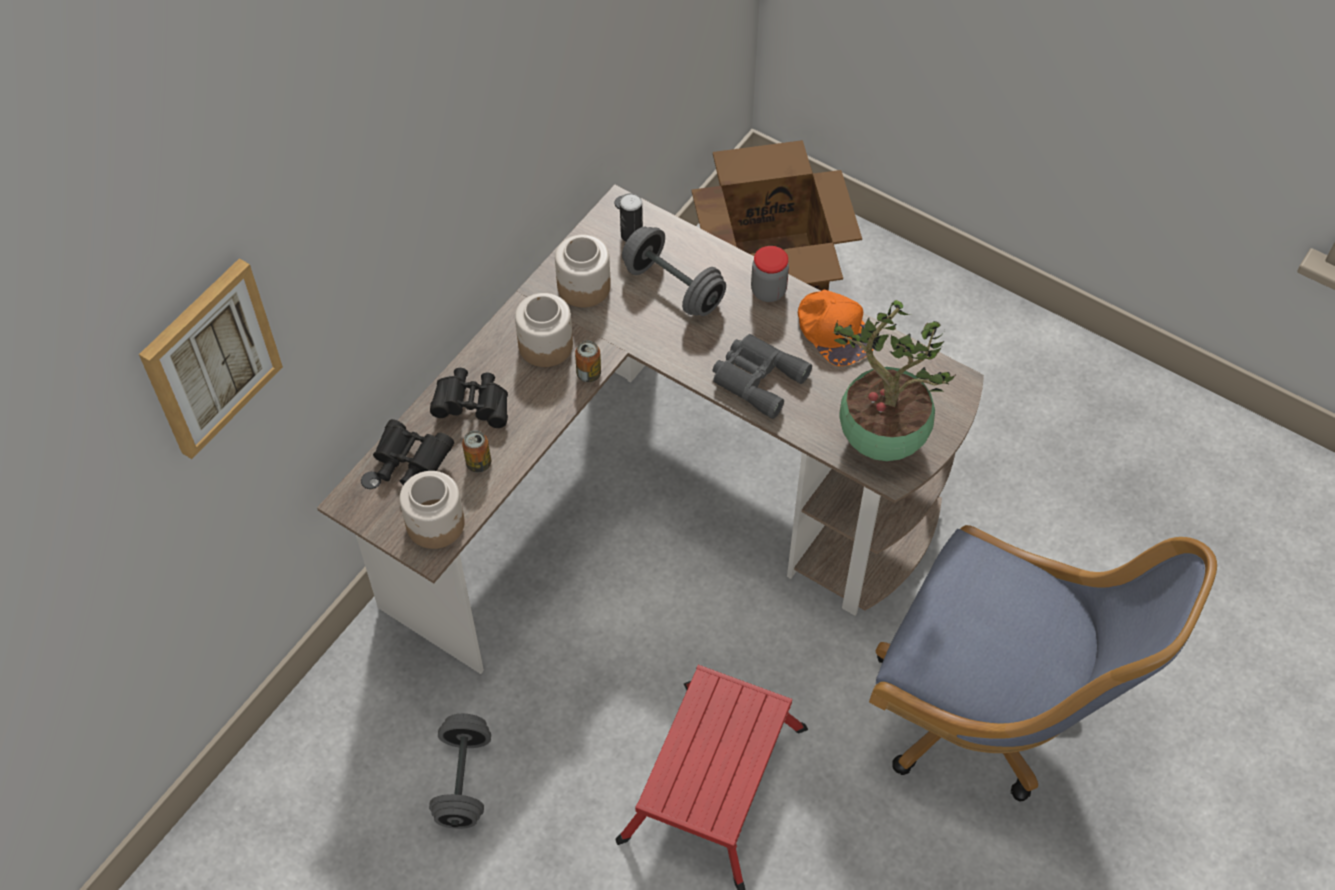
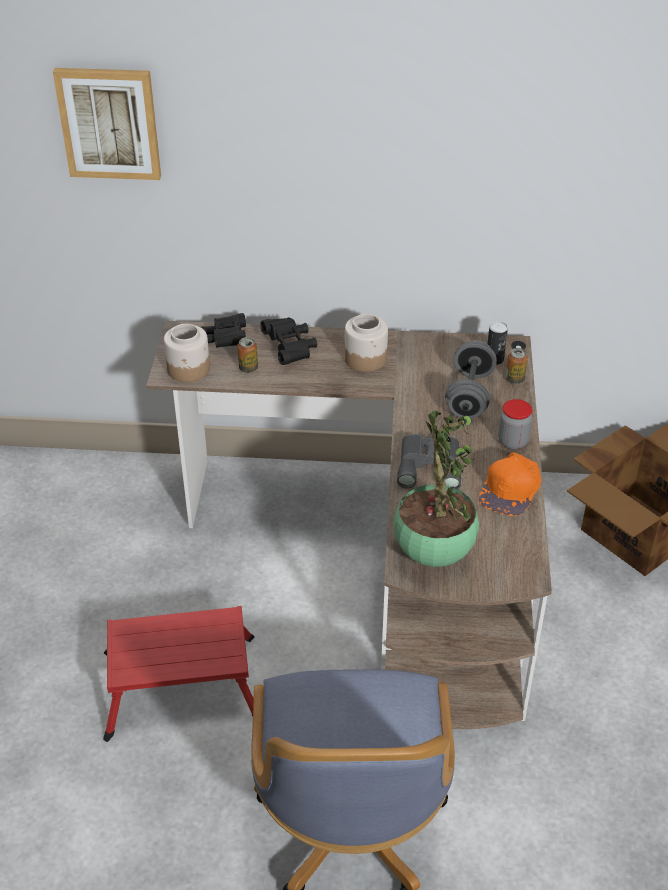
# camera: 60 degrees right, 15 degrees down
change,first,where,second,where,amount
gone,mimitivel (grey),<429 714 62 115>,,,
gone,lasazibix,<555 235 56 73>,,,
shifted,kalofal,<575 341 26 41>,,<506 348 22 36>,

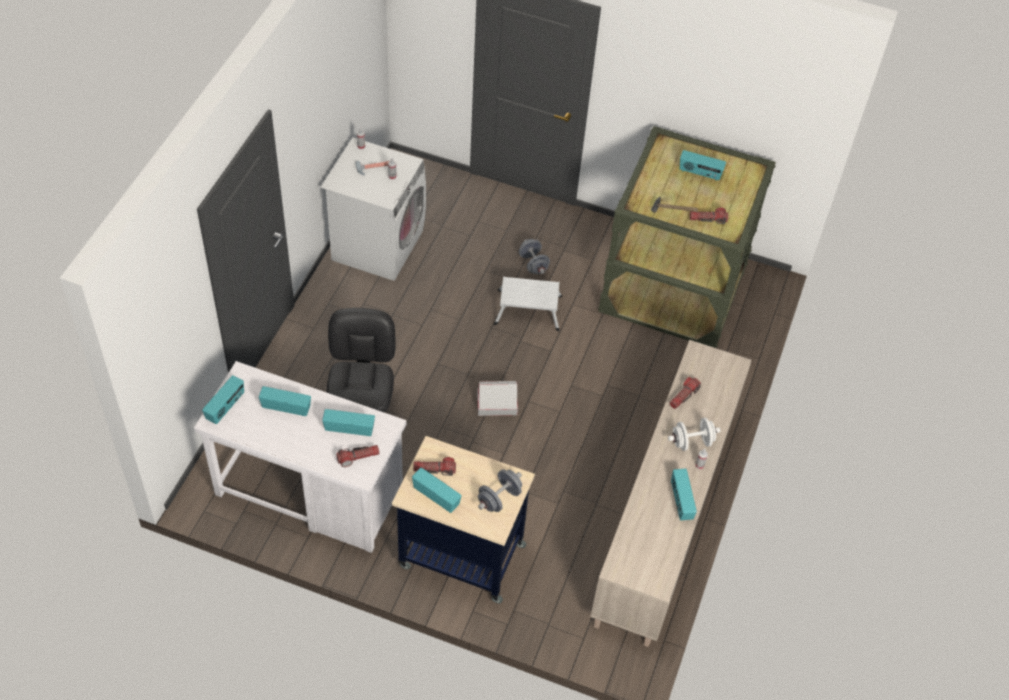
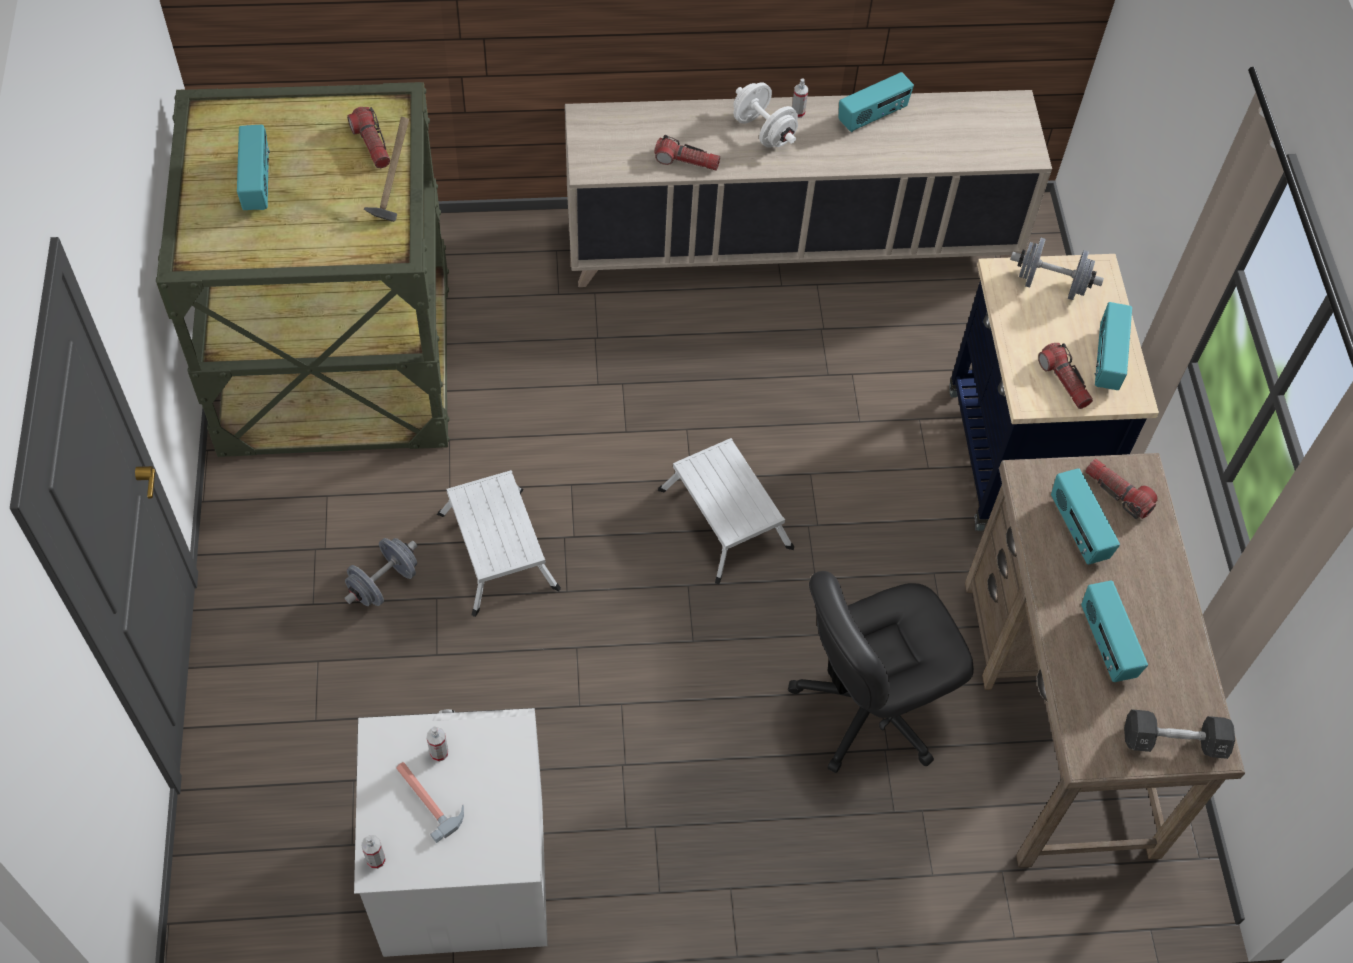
# camera: 115 degrees left, 5 degrees up
change,first,where,second,where,amount
repainted,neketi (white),<194 361 212 192>,neketi (brown),<965 453 280 415>,
swapped,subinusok,<202 375 42 49>,mimitivel (black),<1124 709 111 50>,
swapped,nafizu,<477 381 41 35>,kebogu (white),<658 438 136 146>,

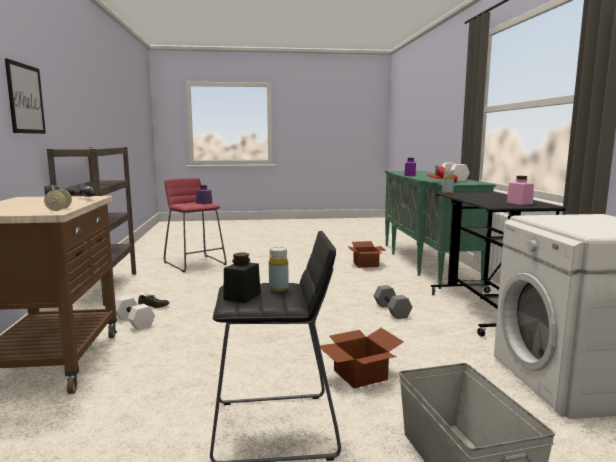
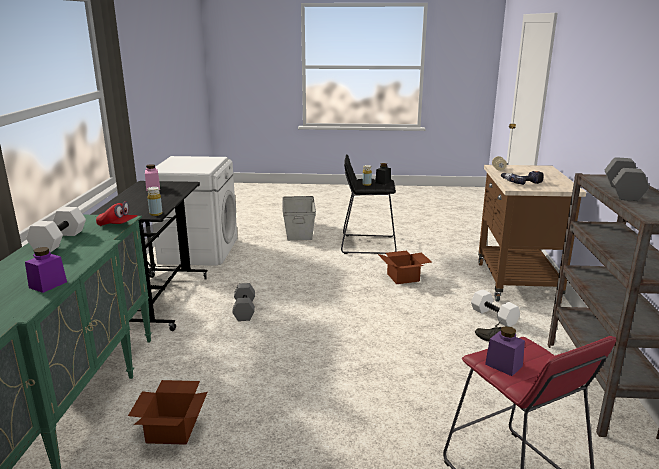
# camera: 170 degrees left, 10 degrees up
change,first,where,second,where,amount
gone,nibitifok,<5 58 41 76>,,,
shifted,nafizu,<320 328 84 60>,,<378 251 54 33>,
new,,,mimitivel (grey),<605 157 44 44>,

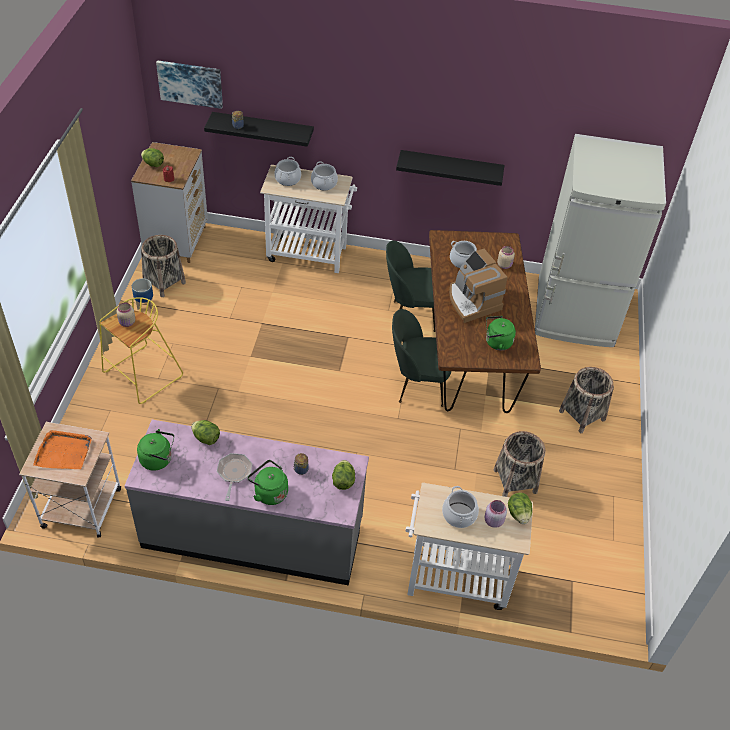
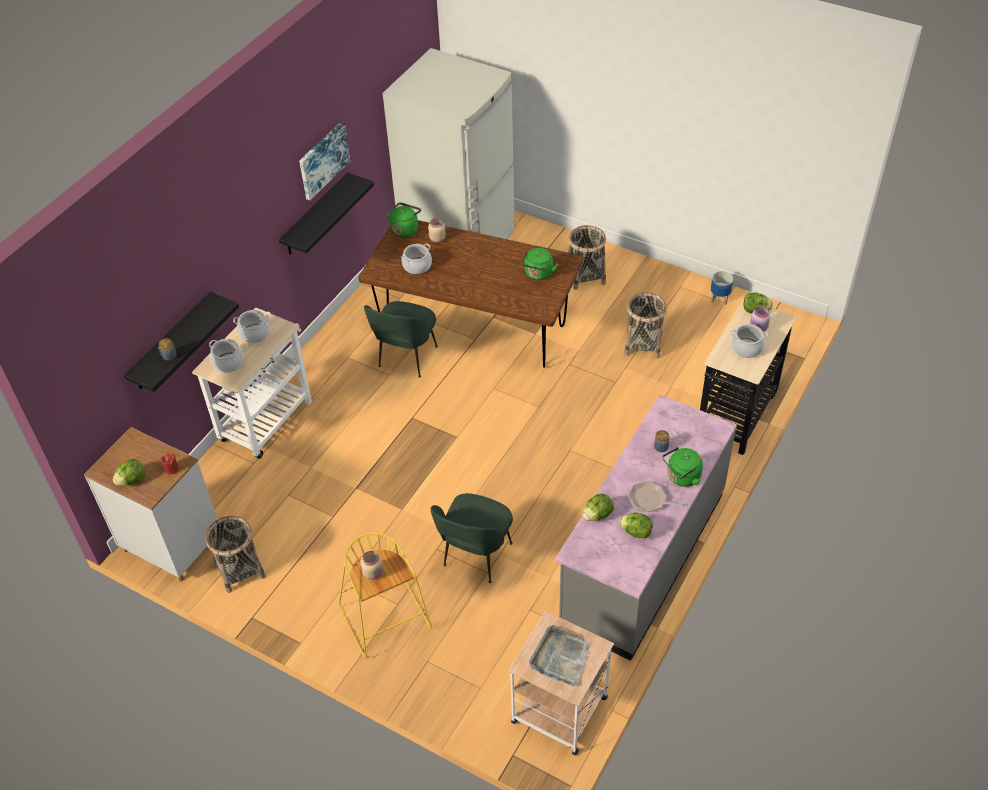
# camera: 65 degrees left, 0 degrees up
change,first,where,second,where,amount
repainted,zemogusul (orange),<33 430 59 39>,zemogusul (grey),<529 625 62 62>,
shifted,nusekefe,<132 279 21 31>,,<711 271 22 34>,
shifted,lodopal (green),<137 429 37 42>,,<386 202 35 35>,
shifted,nibitifok,<156 60 67 49>,,<299 121 52 79>,
shifted,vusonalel,<332 460 23 30>,,<619 513 34 26>,
shifted,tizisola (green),<392 309 59 98>,,<431 493 82 90>,
repainted,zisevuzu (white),<406 483 127 127>,zisevuzu (black),<700 299 97 156>,
gone,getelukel,<449 249 59 74>,,,

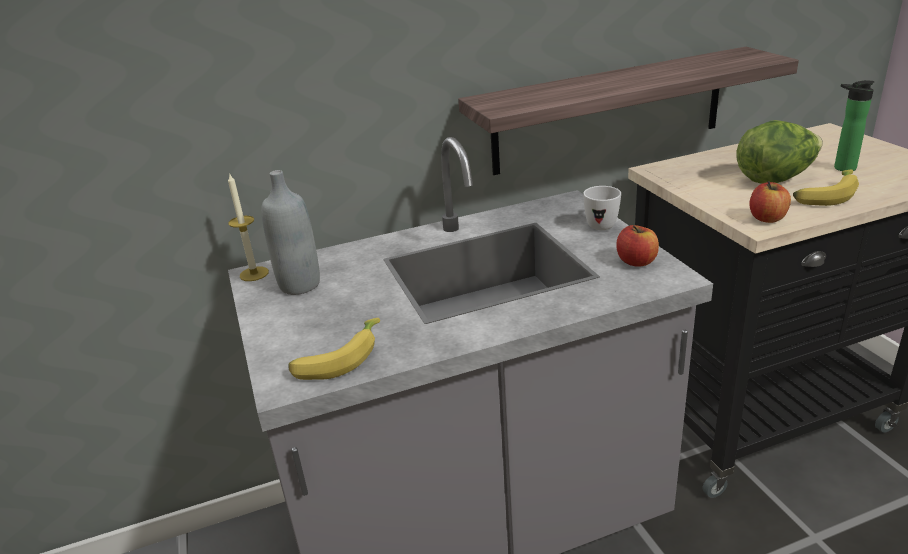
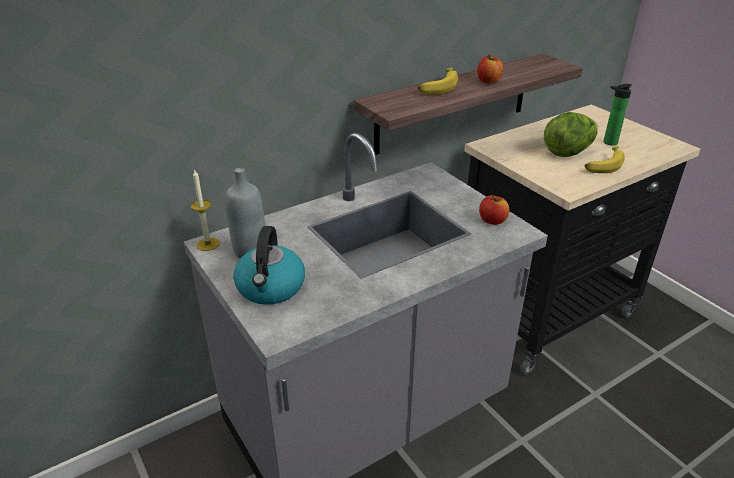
# camera: 15 degrees left, 5 degrees up
change,first,where,second,where,amount
shifted,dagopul,<288 318 92 62>,,<417 68 41 27>,
gone,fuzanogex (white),<583 186 38 44>,,,
shifted,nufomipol,<749 181 42 42>,,<477 55 26 29>,
new,,,lodopal,<233 226 72 79>,

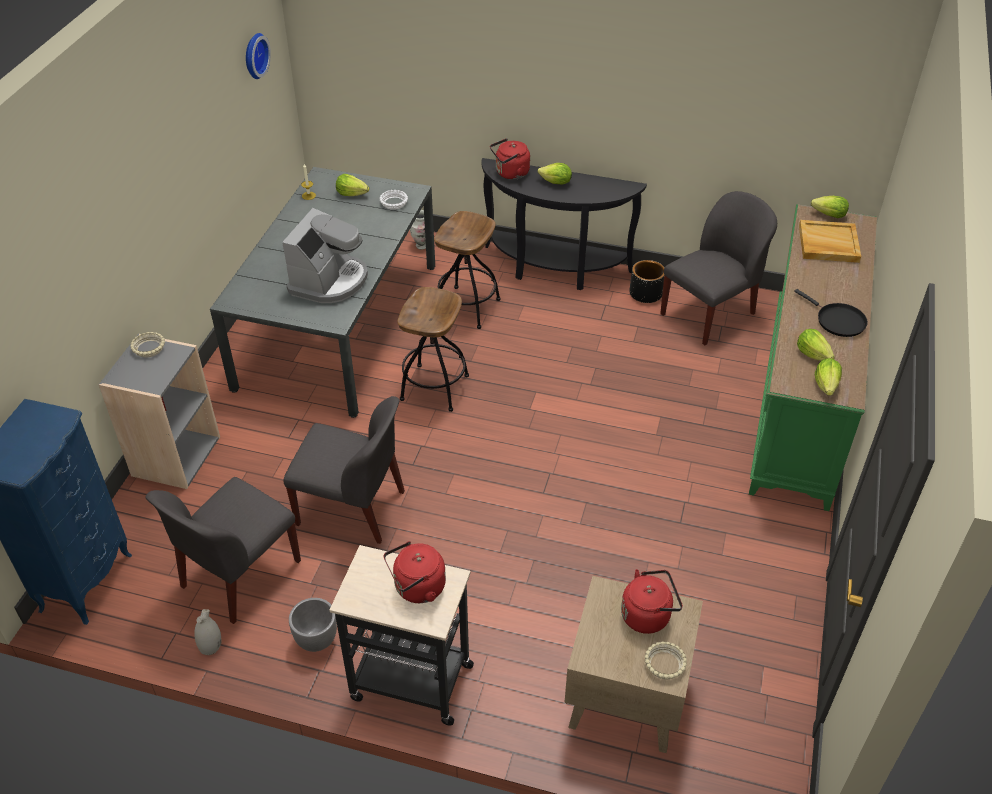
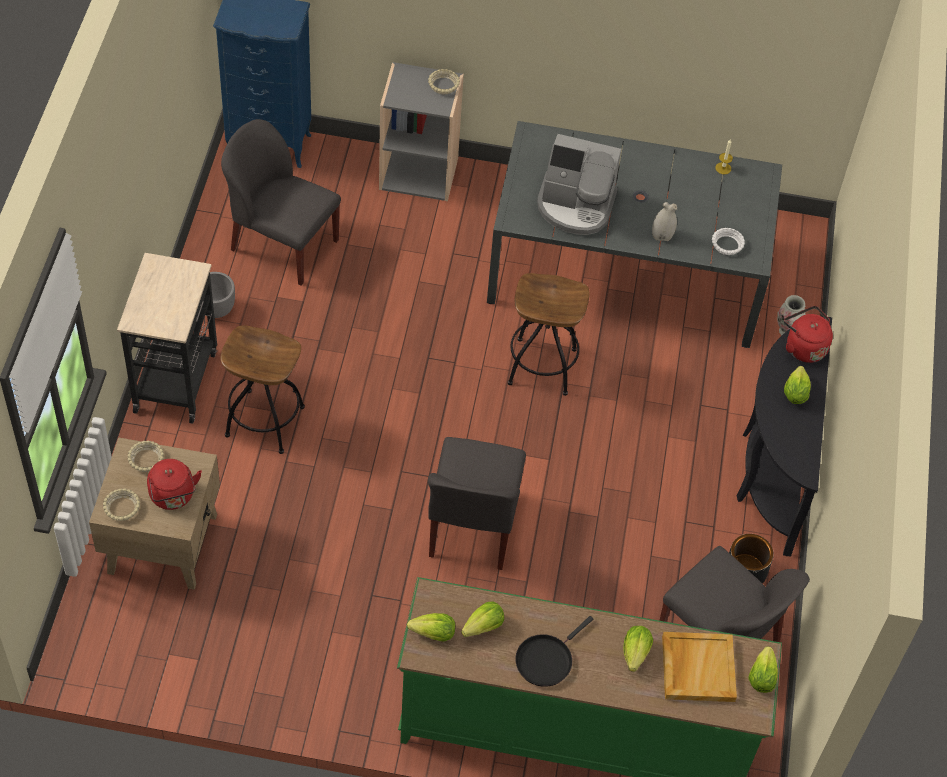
# camera: 80 degrees right, 10 degrees up
change,first,where,second,where,amount
shifted,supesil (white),<194 609 27 46>,,<652 202 26 39>,
gone,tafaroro,<246 33 25 46>,,,
shifted,tizisola (grey),<284 396 121 148>,,<428 437 98 133>,
shifted,vusonalel,<336 174 33 22>,,<623 626 30 46>,
gone,lodopal (red),<384 541 62 62>,,,
shifted,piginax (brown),<434 211 67 118>,,<221 325 84 129>,
new,,,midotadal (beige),<127 441 37 31>,

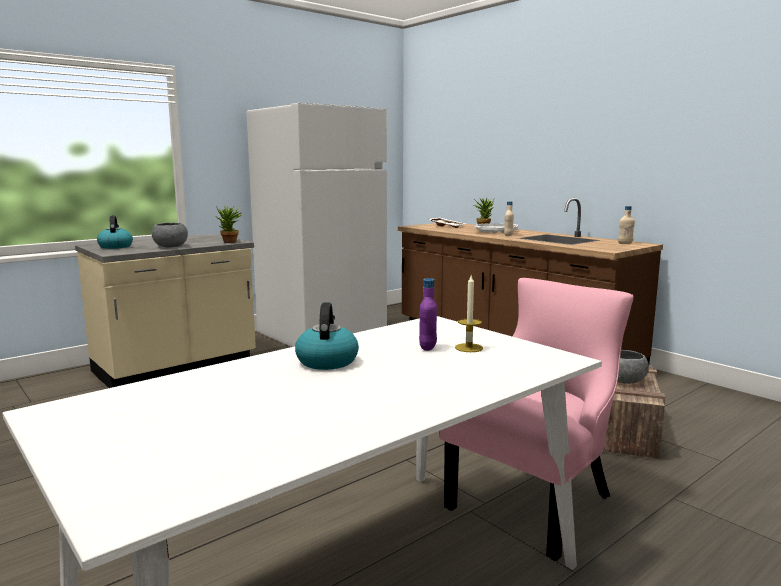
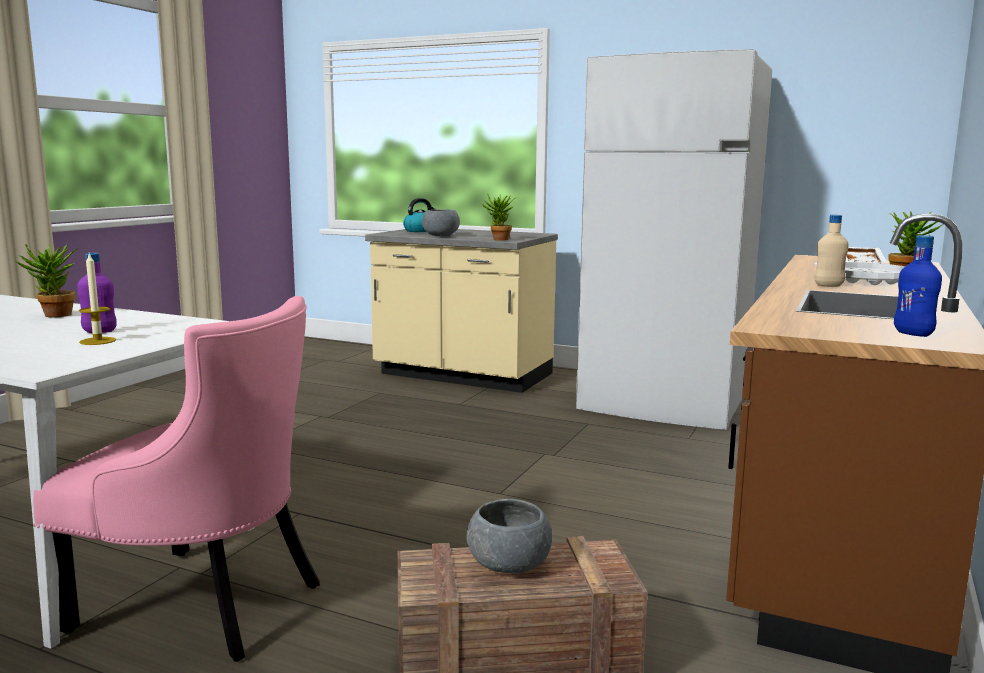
# camera: 65 degrees right, 0 degrees up
change,first,where,second,where,amount
swapped,lodopal,<295 302 64 68>,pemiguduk,<15 244 62 74>,
repainted,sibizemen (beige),<618 206 17 38>,sibizemen (blue),<894 235 48 102>,

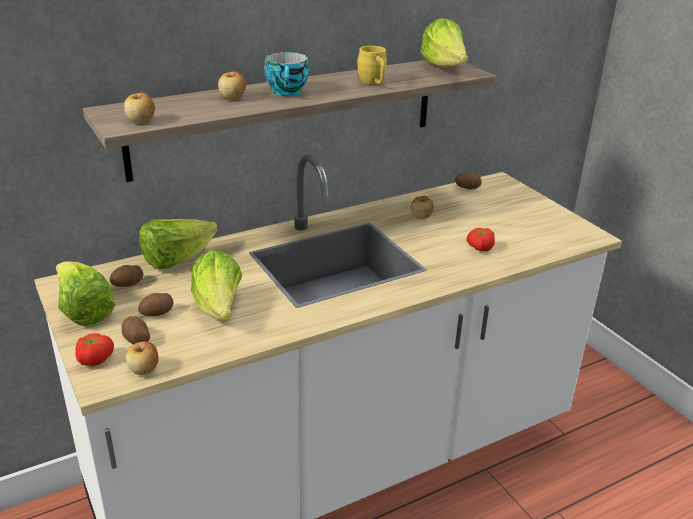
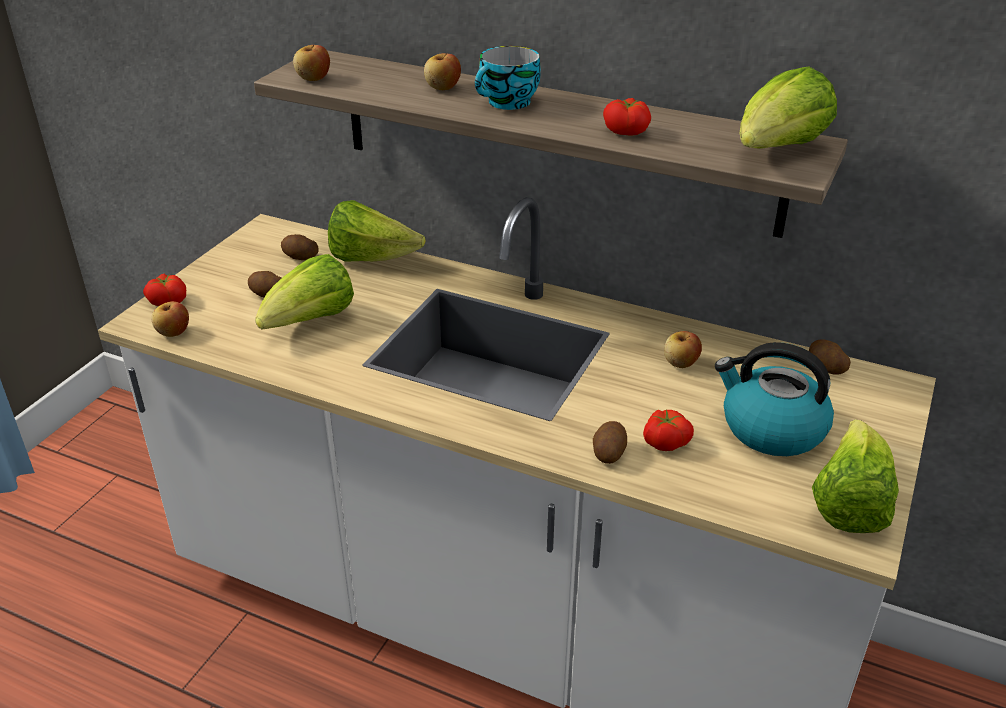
# camera: 55 degrees right, 5 degrees up
change,first,where,second,where,amount
shifted,vusonalel,<56 261 59 65>,,<812 419 87 114>,
shifted,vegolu,<122 316 28 28>,,<593 421 34 43>,
swapped,fuzanogex (yellow),<357 46 30 38>,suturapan,<603 98 48 38>,
new,,,lodopal,<715 342 119 114>,

